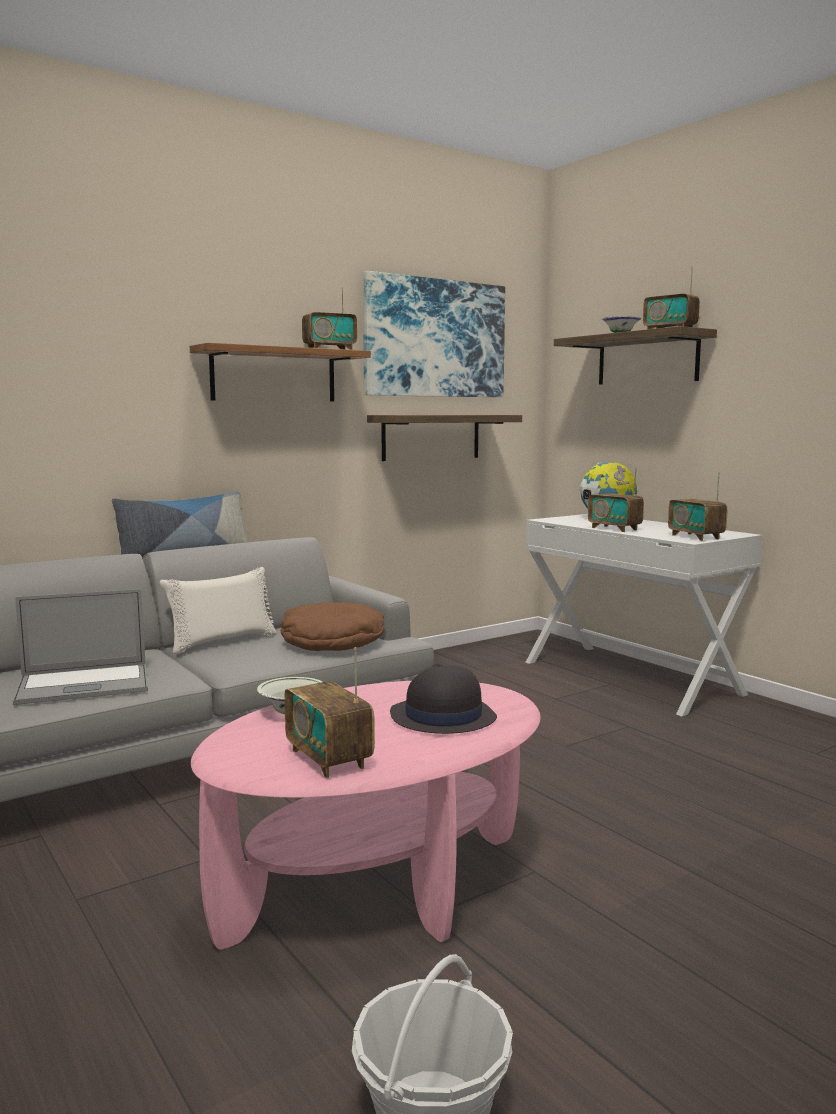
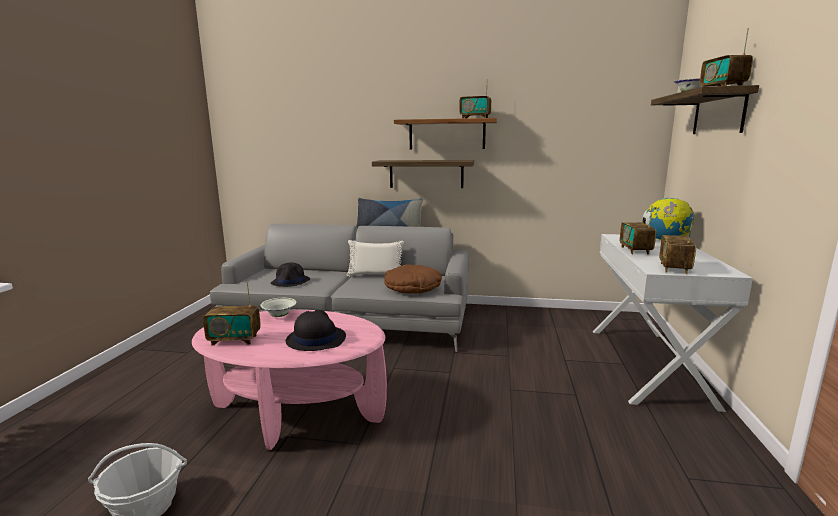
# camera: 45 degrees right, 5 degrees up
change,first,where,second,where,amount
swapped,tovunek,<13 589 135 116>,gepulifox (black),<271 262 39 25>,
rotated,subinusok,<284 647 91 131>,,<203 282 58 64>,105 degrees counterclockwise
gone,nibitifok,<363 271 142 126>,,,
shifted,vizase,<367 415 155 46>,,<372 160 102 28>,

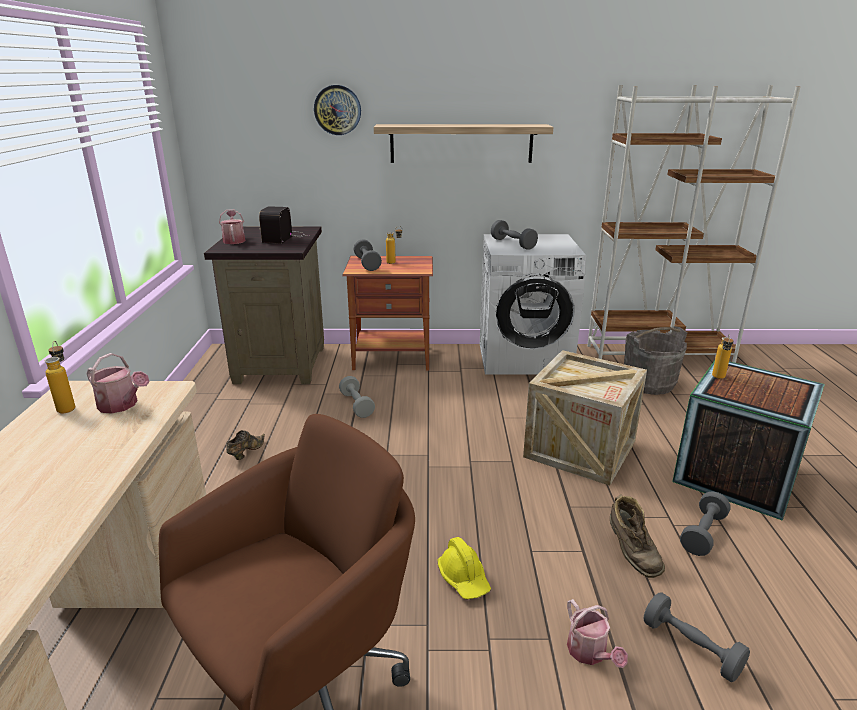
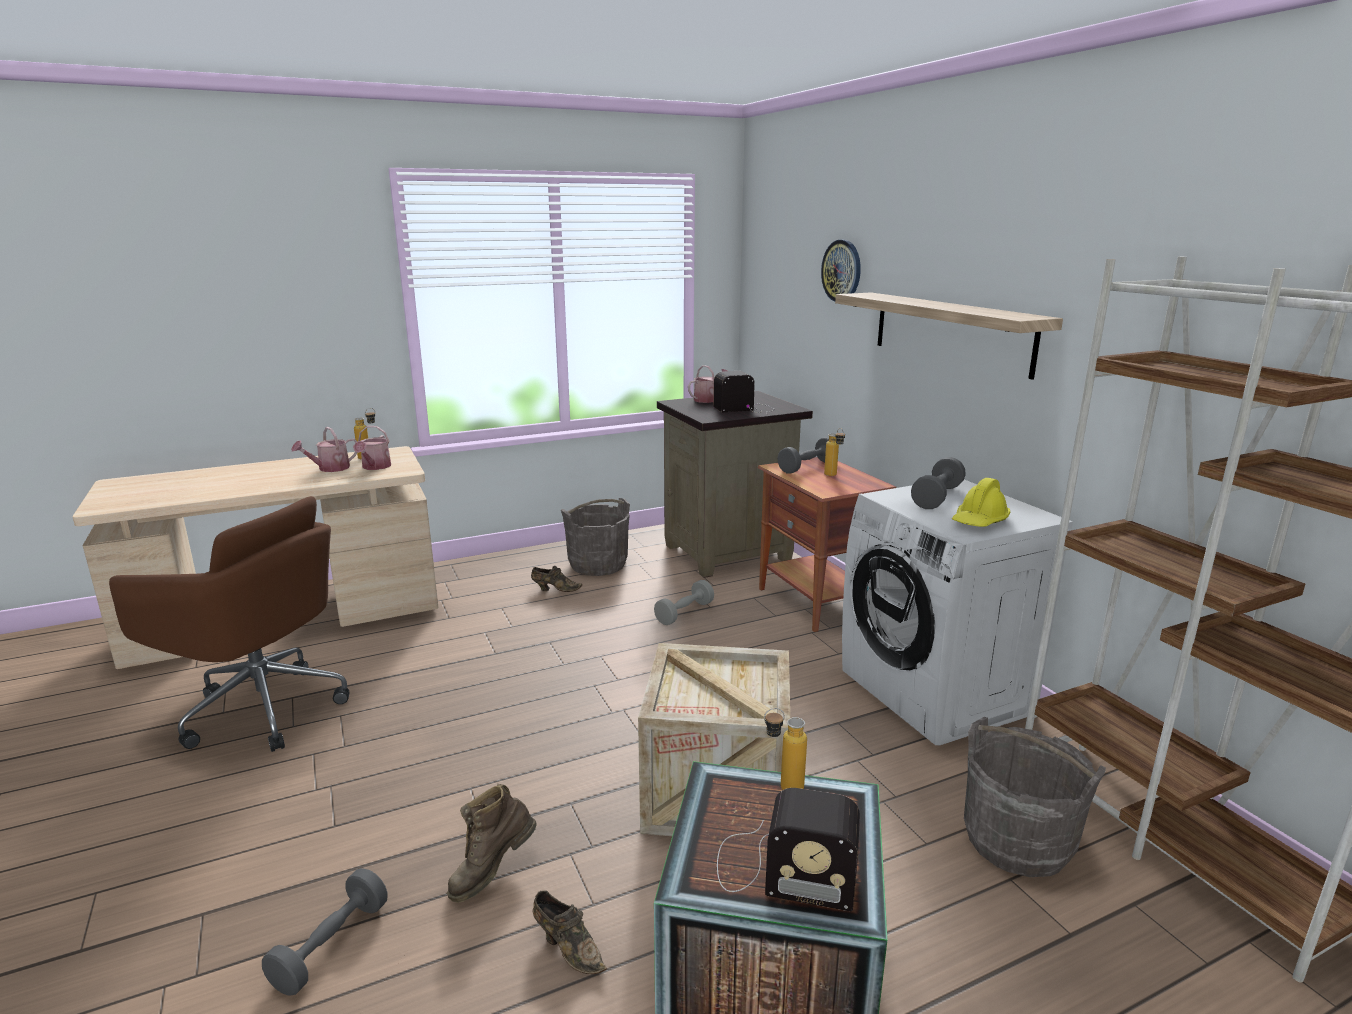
# camera: 65 degrees right, 5 degrees down
change,first,where,second,where,amount
shifted,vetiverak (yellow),<438 537 53 62>,,<952 478 58 49>,
shifted,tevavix,<567 599 61 69>,,<291 427 66 45>,
swapped,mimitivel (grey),<680 491 50 65>,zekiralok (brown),<533 890 74 84>,
new,,,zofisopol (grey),<561 498 69 78>,
new,,,subinusok,<717 788 143 123>,

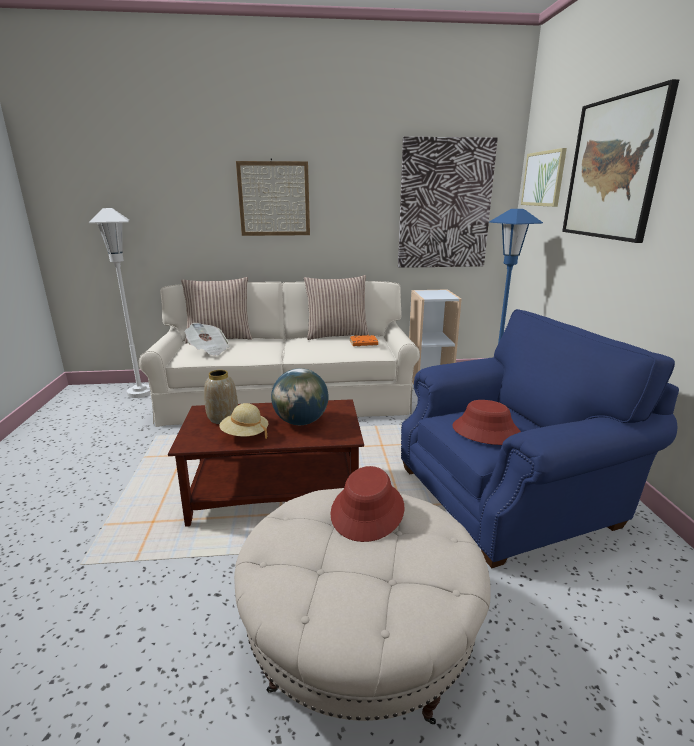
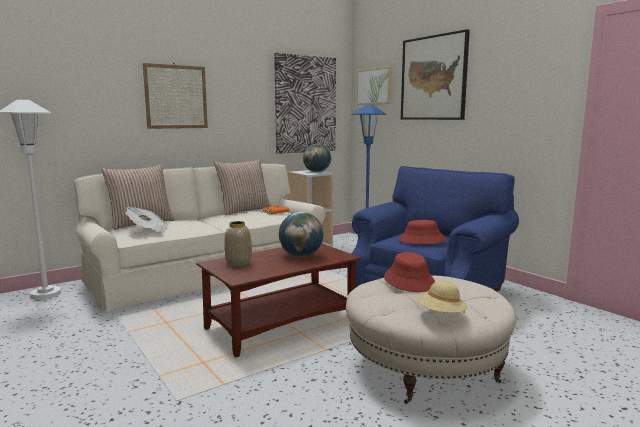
# camera: 30 degrees left, 10 degrees down
change,first,where,second,where,amount
shifted,gepulifox (beige),<220 403 48 36>,,<416 280 52 33>,
new,,,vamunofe,<303 144 28 28>,

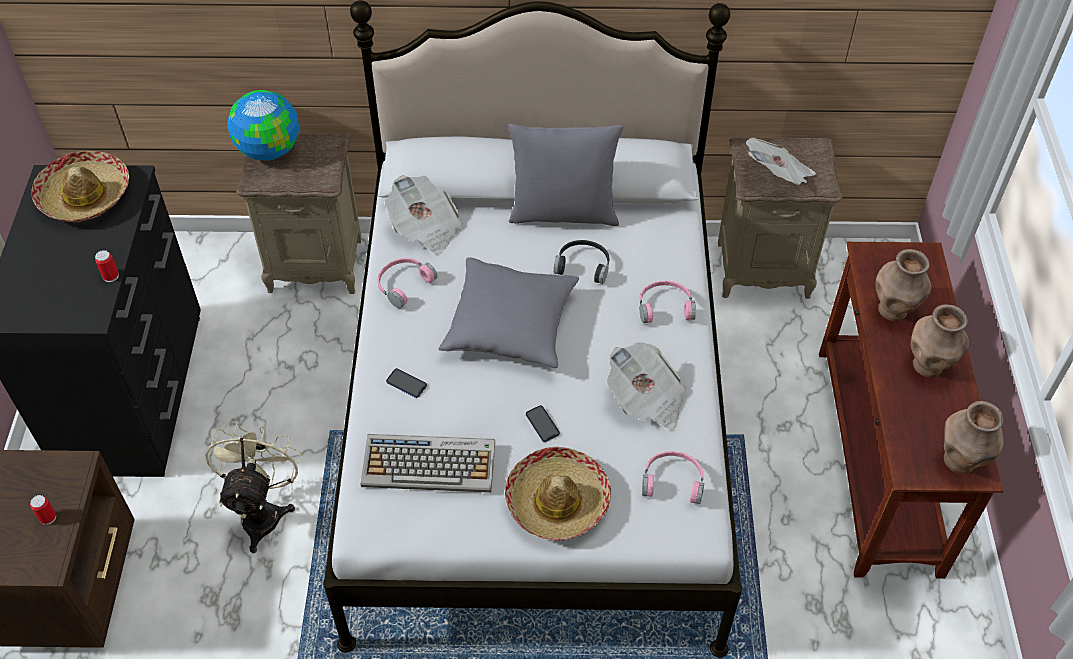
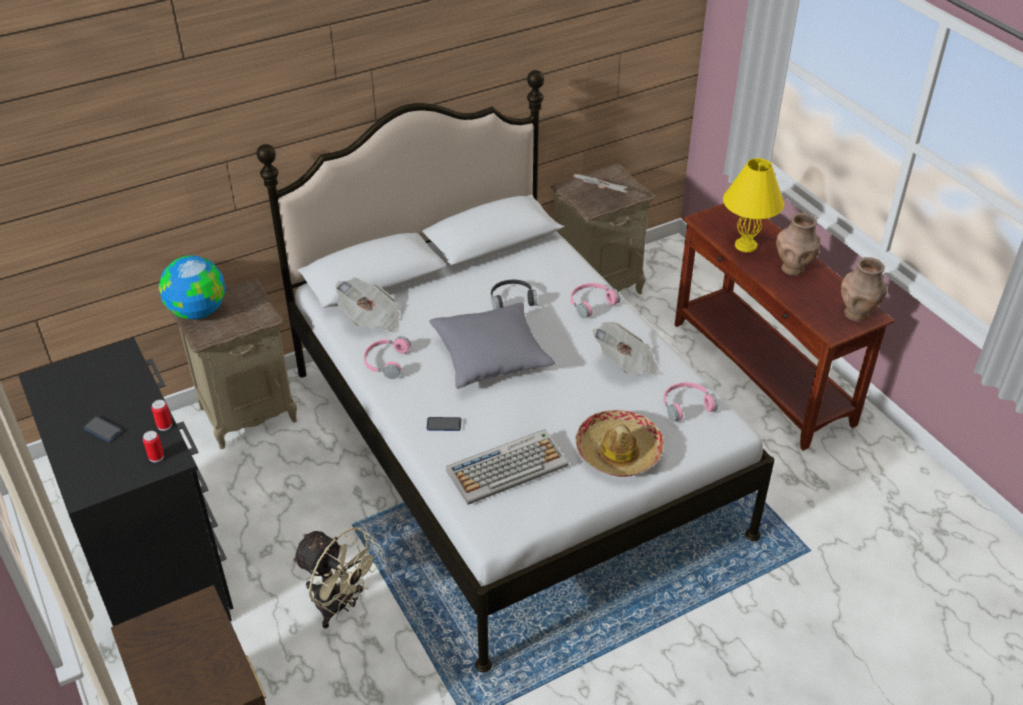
# camera: 30 degrees left, 10 degrees down
change,first,where,second,where,amount
shifted,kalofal,<30 495 26 30>,,<143 431 21 31>,
gone,gepulifox,<31 151 98 71>,,,
rotated,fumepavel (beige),<205 422 96 131>,,<292 527 89 102>,150 degrees clockwise
gone,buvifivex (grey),<508 124 115 102>,,,
shifted,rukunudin,<526 405 34 37>,,<83 416 39 26>,
swapped,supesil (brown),<875 249 56 72>,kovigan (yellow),<723 158 61 94>,

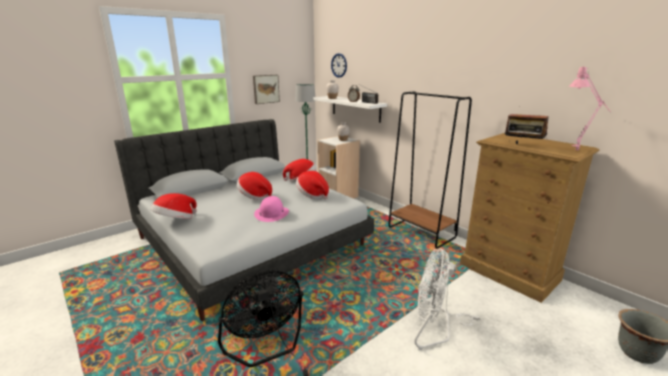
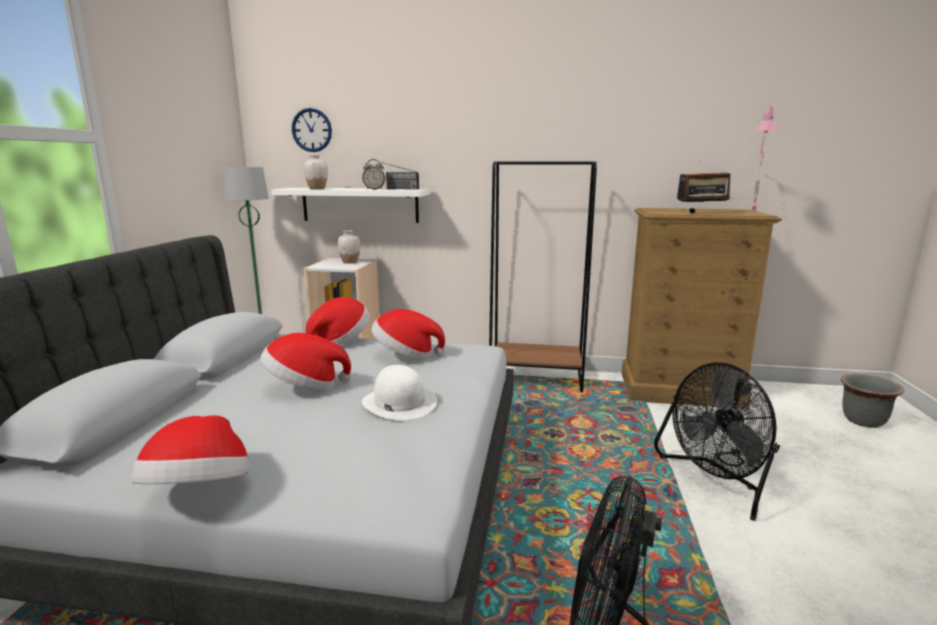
# camera: 40 degrees left, 5 degrees down
change,first,where,second,where,amount
gone,nibitifok,<253 75 27 29>,,,
repainted,gepulifox (pink),<254 196 35 26>,gepulifox (white),<362 365 75 55>,
repainted,fumepavel (white),<414 248 66 102>,fumepavel (black),<654 363 126 158>,

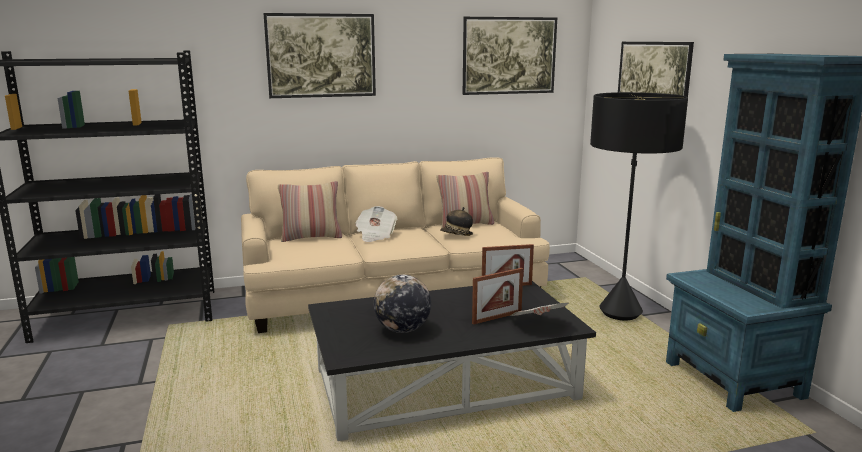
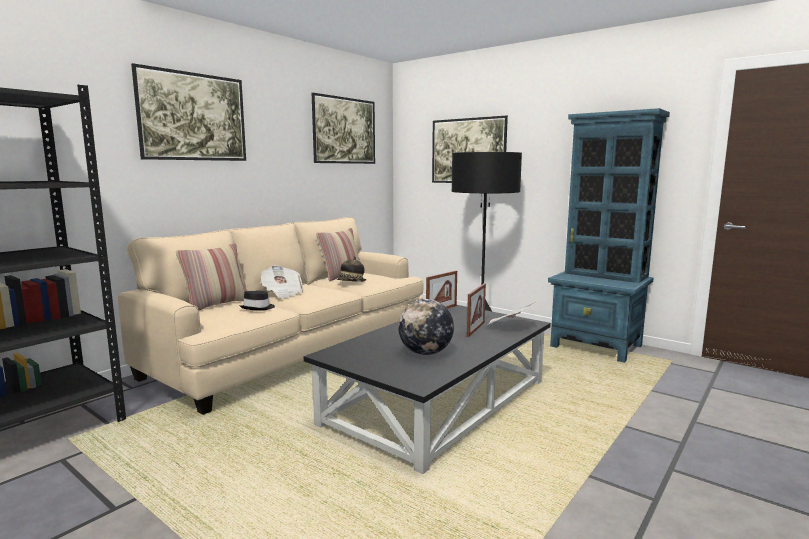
# camera: 35 degrees left, 5 degrees down
change,first,where,second,where,amount
new,,,gepulifox (black),<239 291 36 20>,

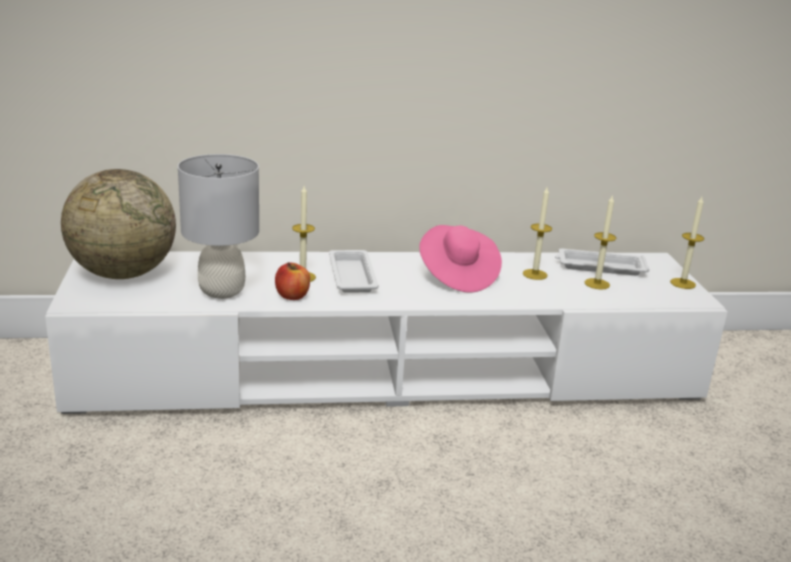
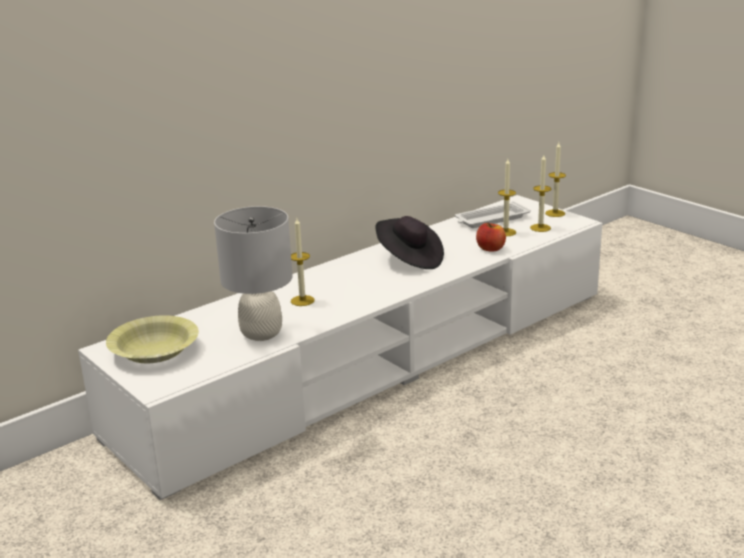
# camera: 30 degrees left, 0 degrees up
change,first,where,second,where,amount
swapped,vamunofe,<61 169 115 110>,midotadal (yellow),<106 315 93 48>,
shifted,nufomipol,<275 262 35 38>,,<476 223 30 29>,
gone,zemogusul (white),<329 250 50 43>,,,
repainted,gepulifox (pink),<419 225 83 68>,gepulifox (black),<375 216 69 53>,
shifted,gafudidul,<523 187 29 93>,,<530 155 21 77>,

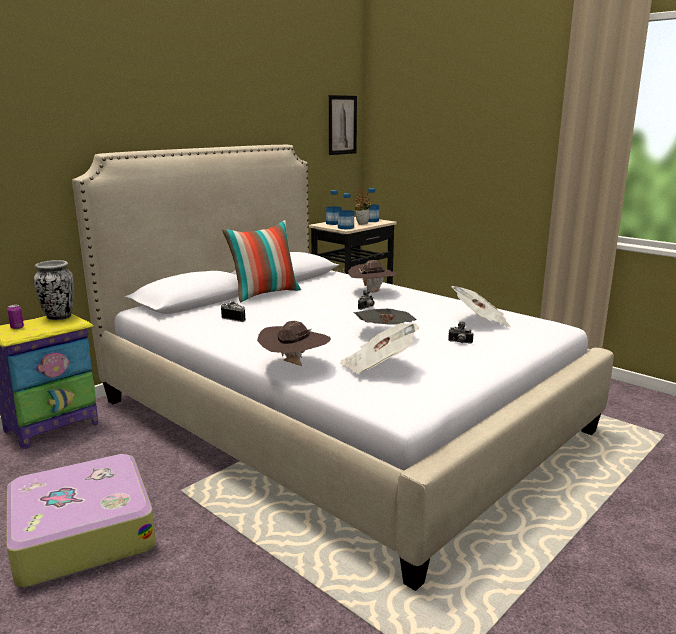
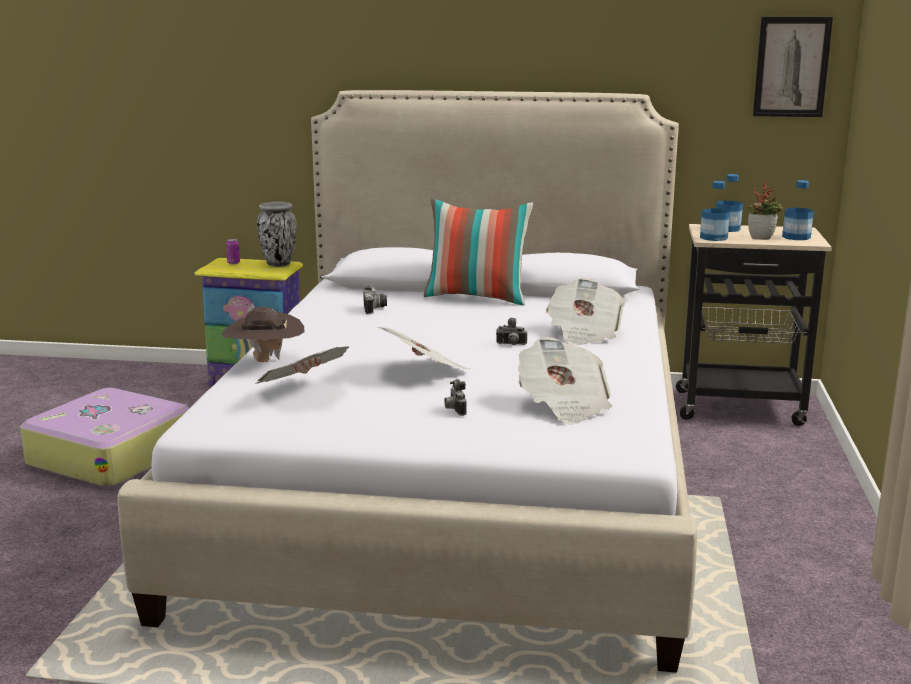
# camera: 55 degrees right, 0 degrees up
change,first,where,second,where,amount
swapped,gepulifox (brown),<348 260 50 33>,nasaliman,<546 278 79 67>,

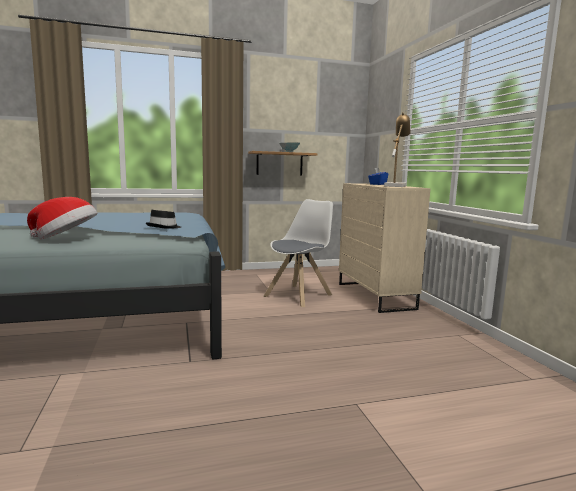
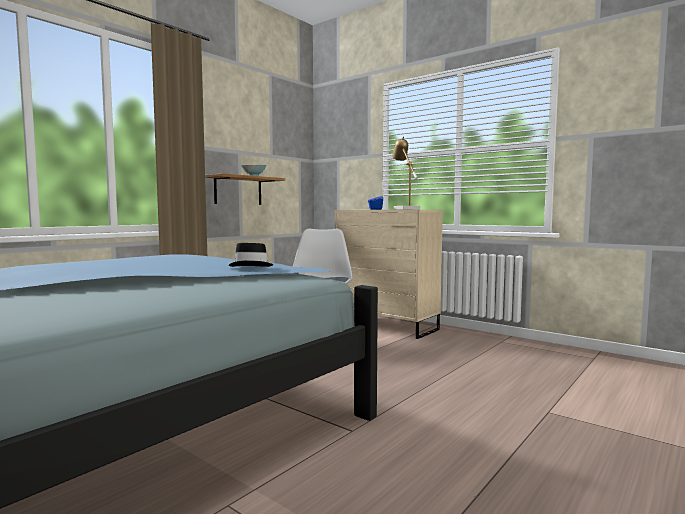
# camera: 35 degrees left, 5 degrees down
change,first,where,second,where,amount
gone,gepulifox,<27 197 70 42>,,,

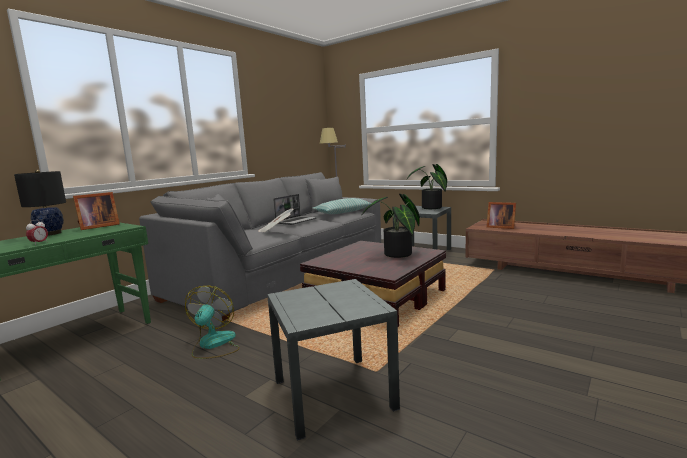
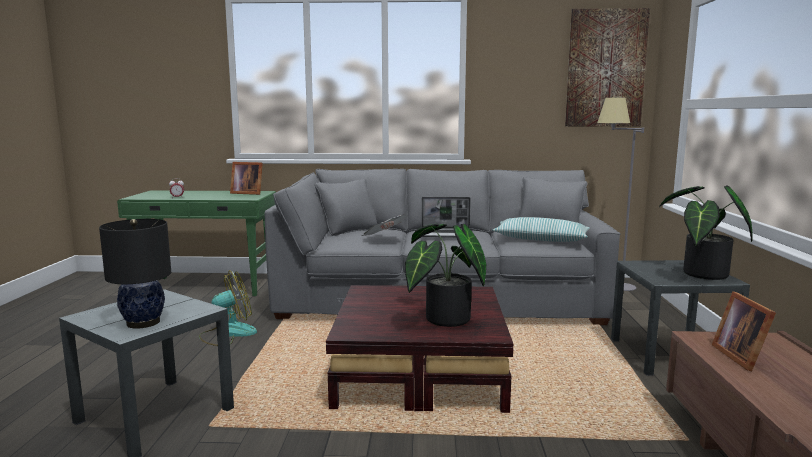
# camera: 55 degrees right, 0 degrees up
change,first,where,second,where,amount
shifted,kovigan (black),<14 170 52 66>,,<99 219 72 110>,
new,,,nibitifok,<565 8 85 118>,

